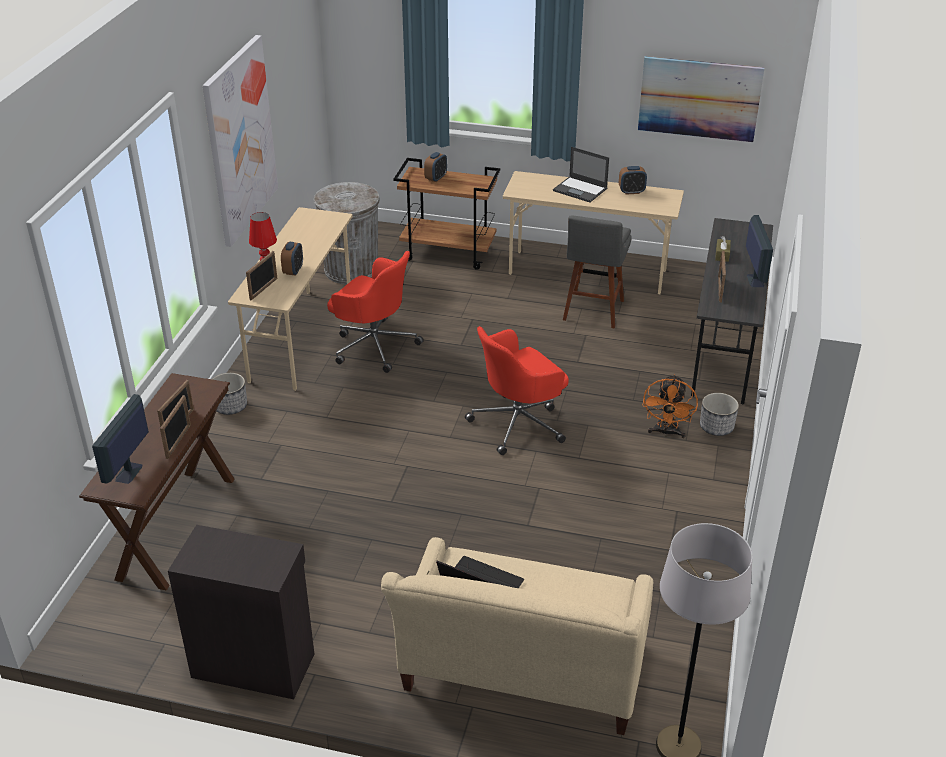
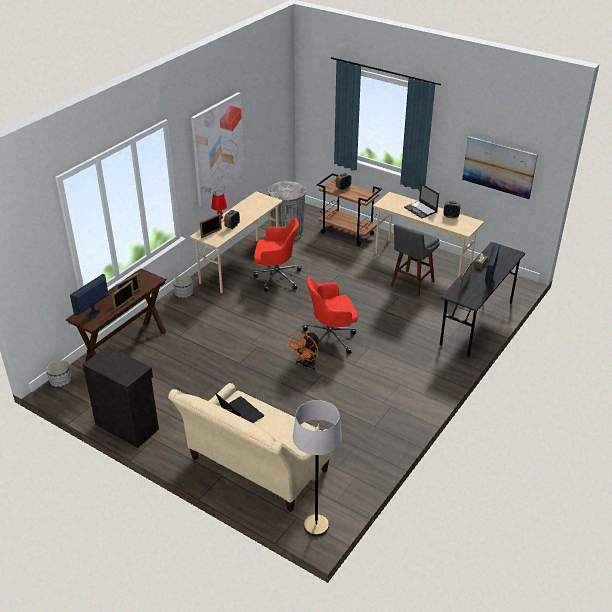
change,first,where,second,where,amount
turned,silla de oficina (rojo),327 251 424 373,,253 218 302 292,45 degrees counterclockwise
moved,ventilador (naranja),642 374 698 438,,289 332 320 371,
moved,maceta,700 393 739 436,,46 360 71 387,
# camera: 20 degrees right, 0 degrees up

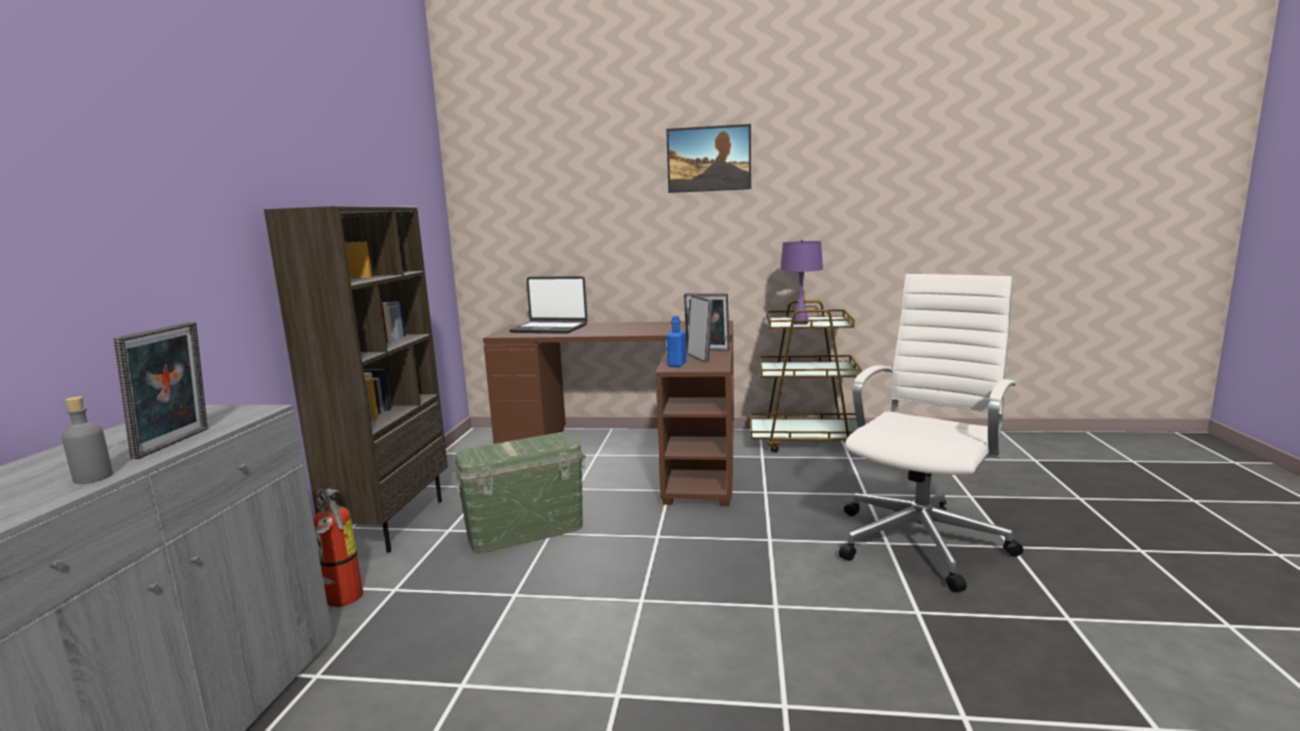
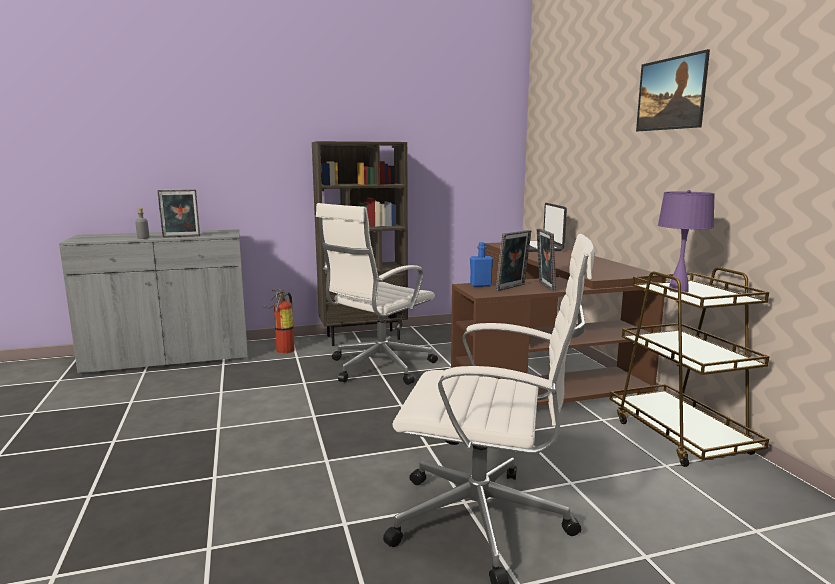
change,first,where,second,where,amount
replaced,caja de almacenaje (verde),452 432 586 553,silla de oficina (blanco),316 203 438 385,
# camera: 65 degrees right, 0 degrees up

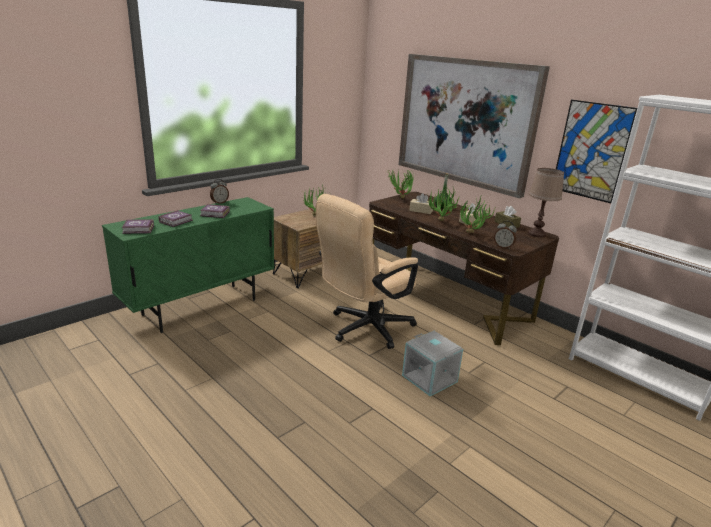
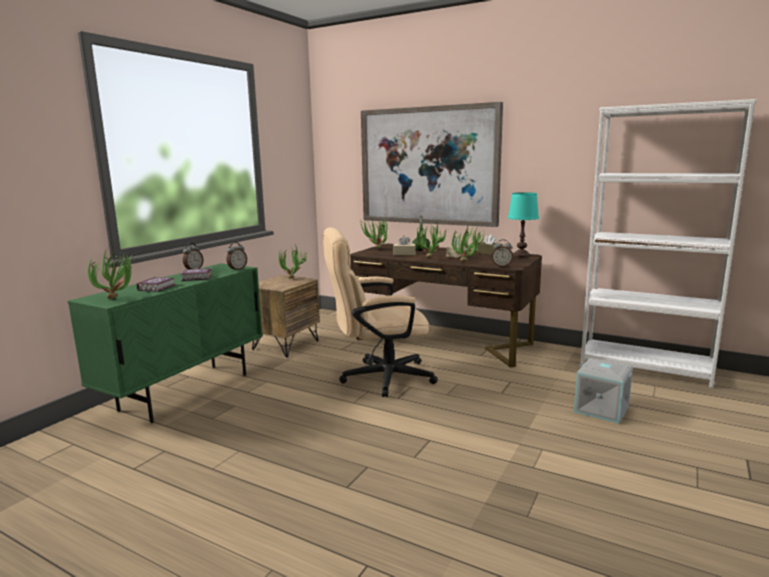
change,first,where,second,where,amount
removed,cuadro,556 100 637 203,,,
recoloured,lámpara de mesa (marrón),528 168 564 237,lámpara de mesa (turquesa),508 192 539 257,
turned,silla de oficina (beis),316 194 418 349,,323 227 438 397,45 degrees clockwise
replaced,libro,122 219 154 234,planta en maceta,87 248 134 299,
moved,caja de almacenaje (gris),402 331 463 396,,574 358 633 424,
added,,,despertador,227 242 247 271,
# camera: 15 degrees left, 10 degrees down

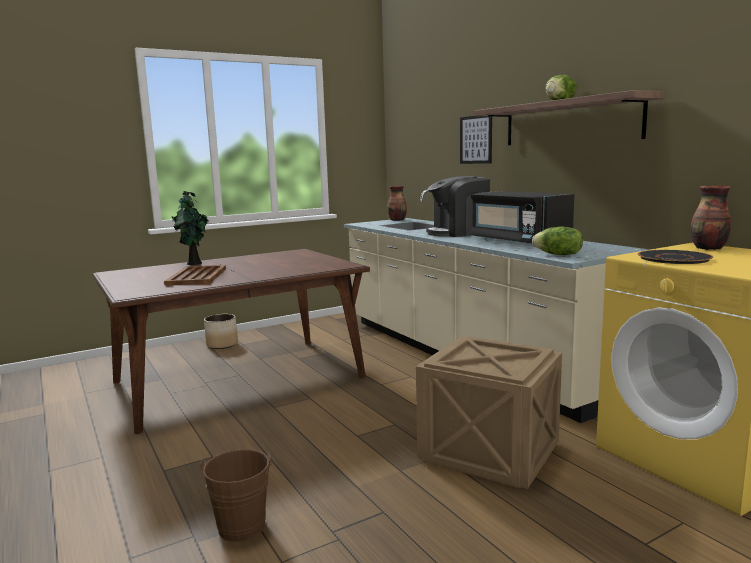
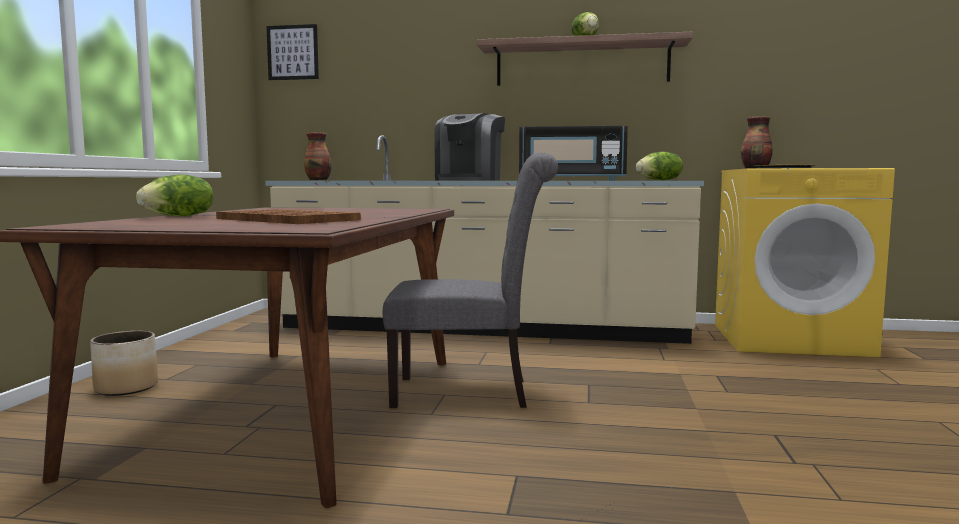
change,first,where,second,where,amount
moved,cuadro,460 116 492 164,,266 24 319 80,
replaced,planta en maceta,171 191 209 265,lechuga,136 175 213 217,
removed,caja de embalaje,416 336 562 489,,,
removed,cubo (marrón),200 449 272 542,,,
added,,,silla (gris),383 153 558 408,
# camera: 50 degrees left, 5 degrees down

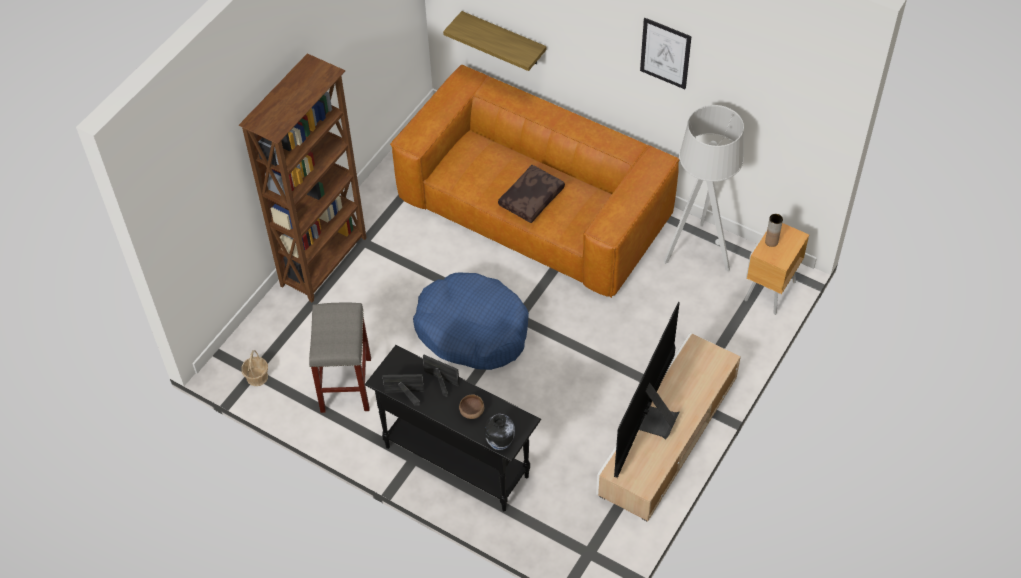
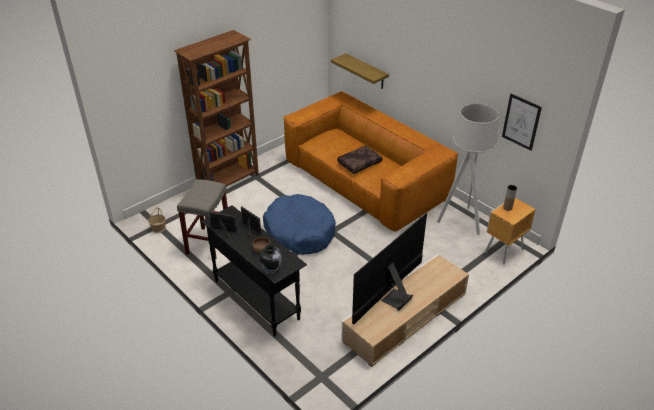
change,first,where,second,where,amount
moved,cuadro,640 18 692 89,,502 94 542 151,
# camera: 15 degrees right, 15 degrees down

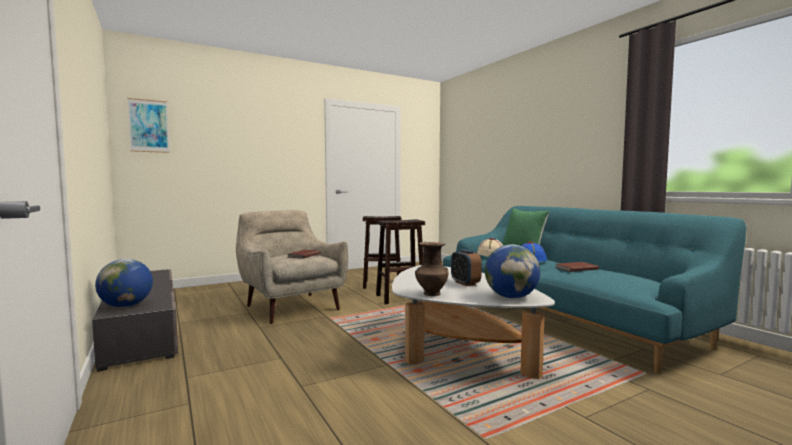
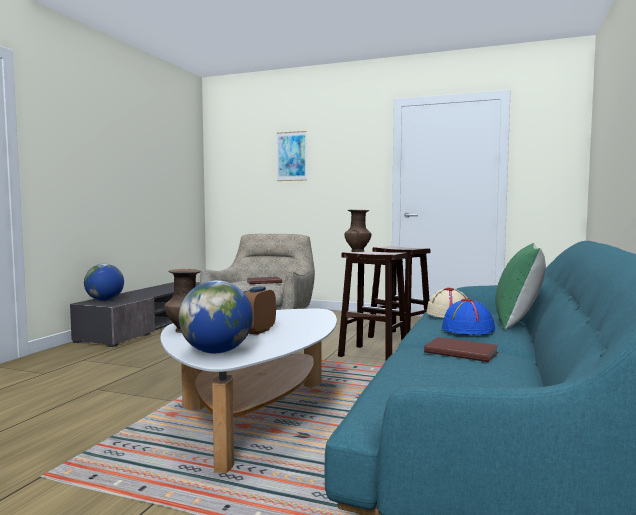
change,first,where,second,where,amount
moved,cuadro,127 98 170 153,,277 131 307 181,
added,,,florero (marrón),344 210 371 252,
# camera: 50 degrees right, 0 degrees up

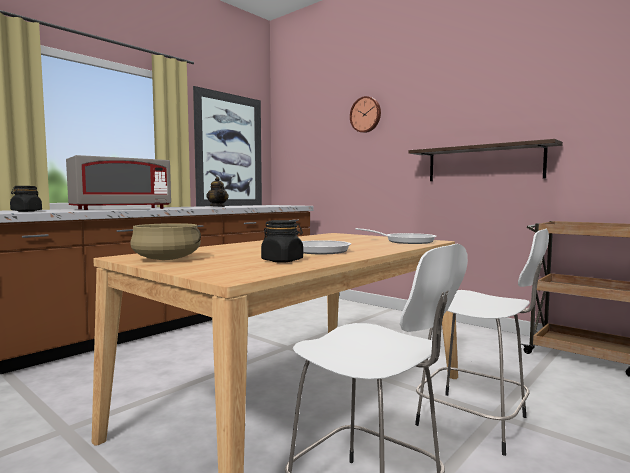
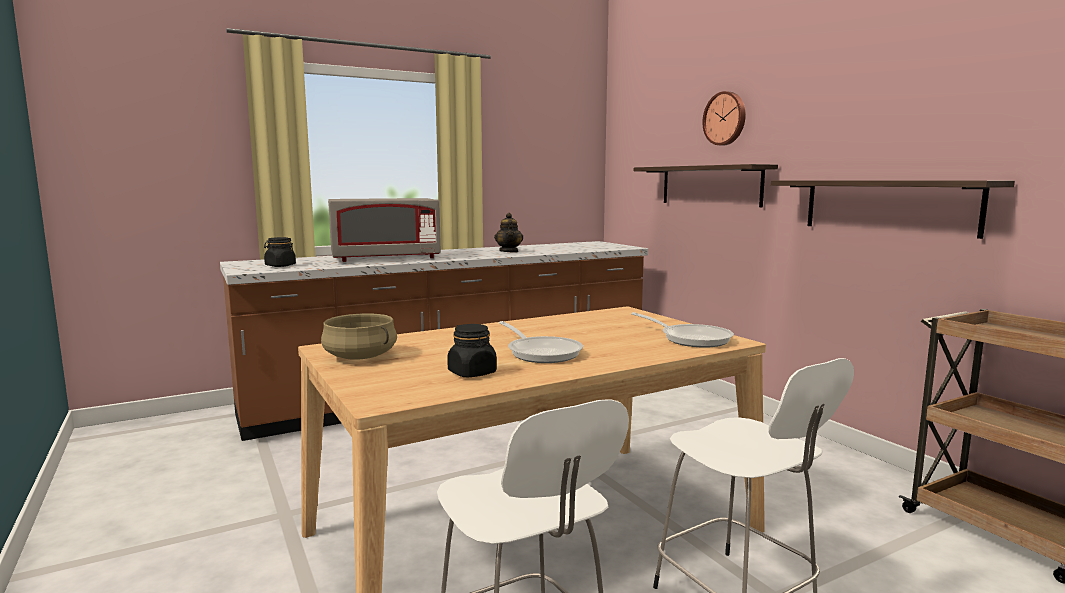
change,first,where,second,where,amount
removed,cuadro,193 86 262 207,,,
added,,,estante,634 164 778 207,
# camera: 20 degrees right, 5 degrees up

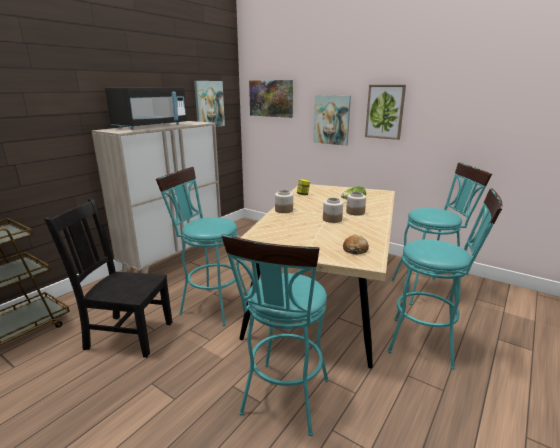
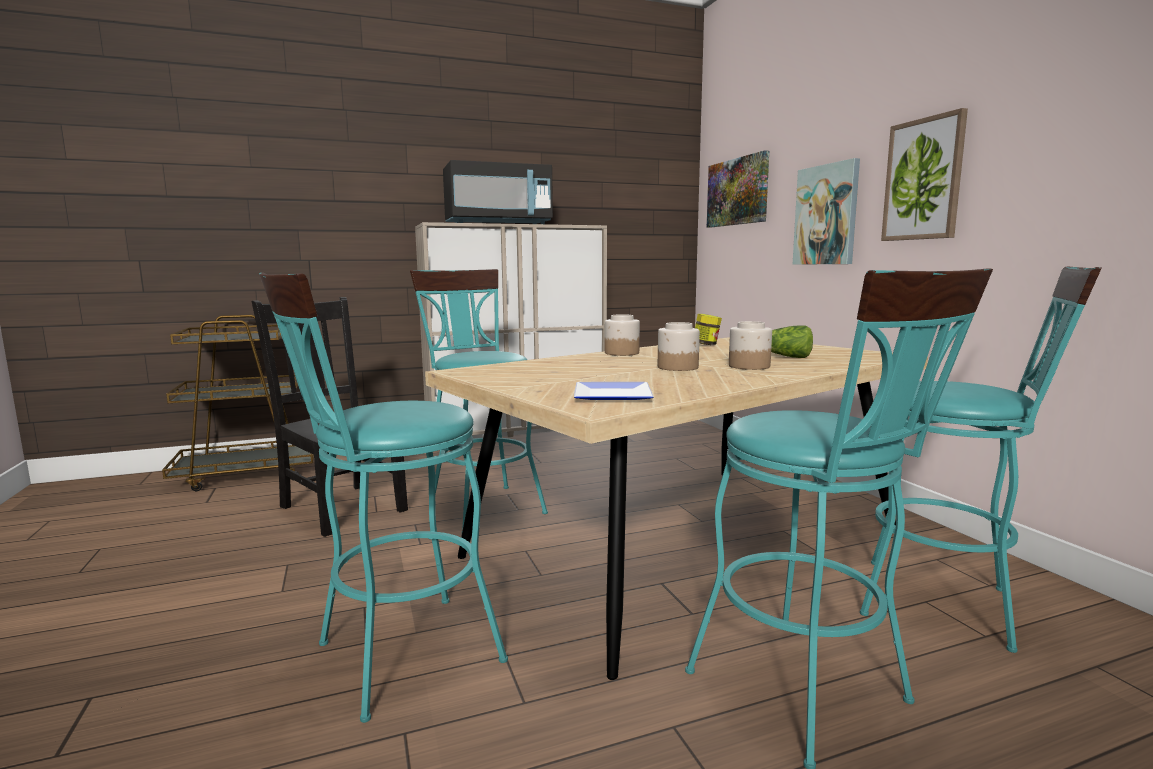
change,first,where,second,where,amount
removed,cuadro,194 81 225 127,,,
replaced,pan,343 235 369 255,plato,574 382 654 400,
# camera: 35 degrees right, 10 degrees down

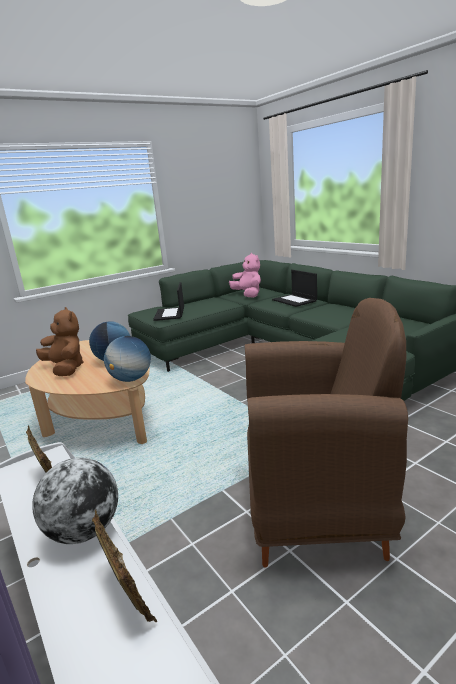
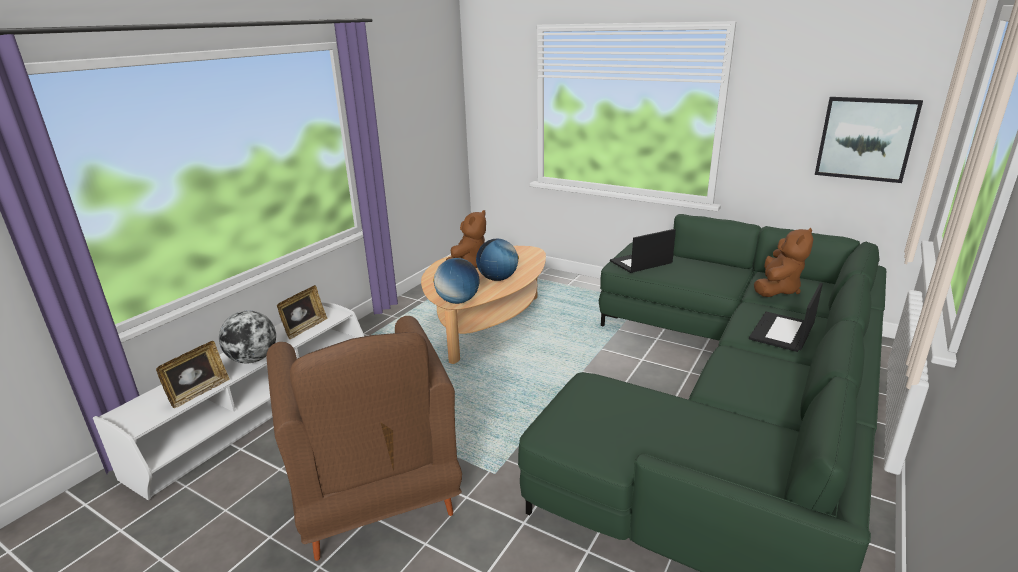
change,first,where,second,where,amount
recoloured,peluche (rosa),229 253 261 298,peluche (marrón),754 228 813 297,
added,,,cuadro,815 97 923 183,
# camera: 65 degrees right, 5 degrees up

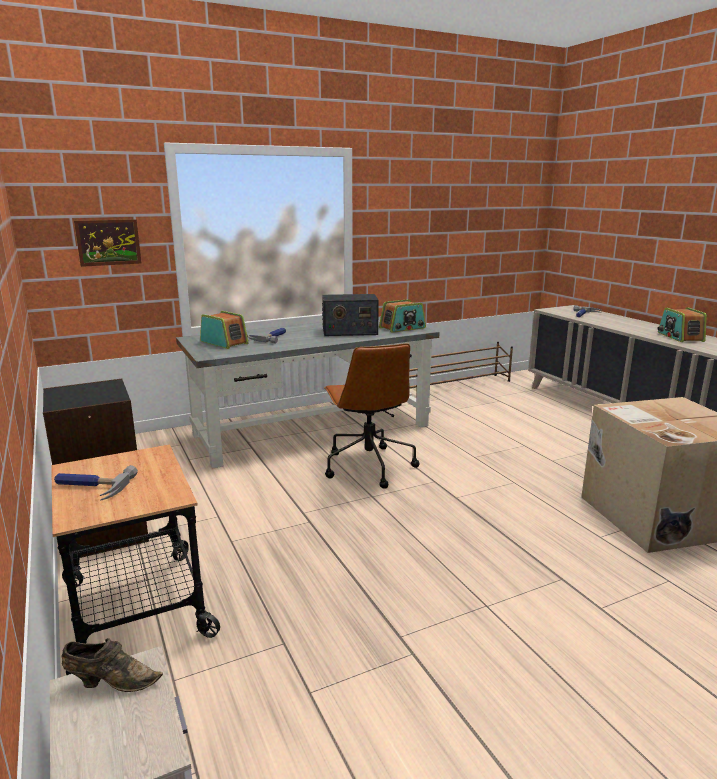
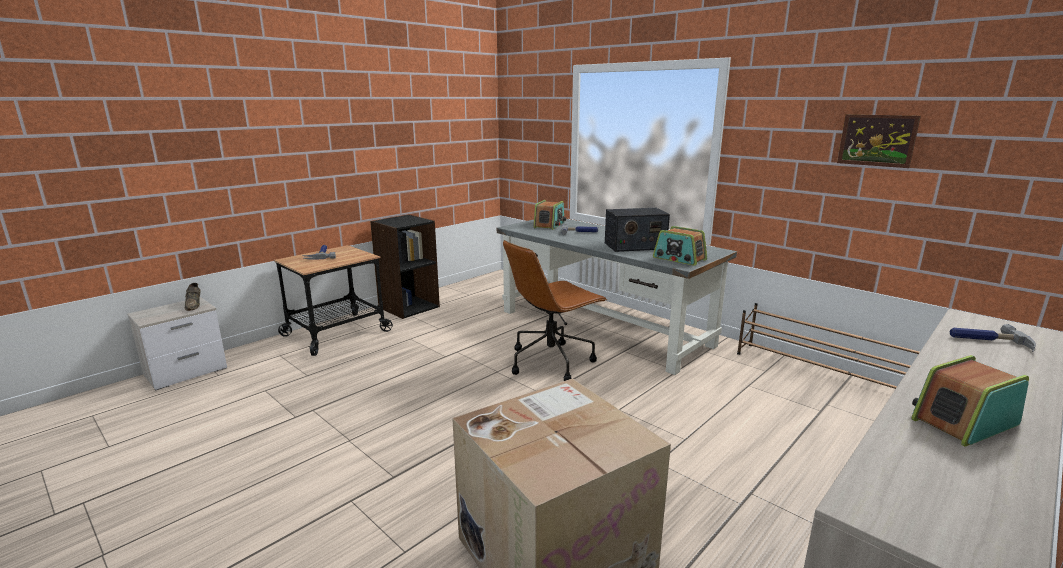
change,first,where,second,where,amount
moved,cuadro,74 219 142 267,,837 114 921 168,
turned,radio,322 294 379 336,,605 208 670 252,75 degrees counterclockwise
# camera: 70 degrees right, 0 degrees up

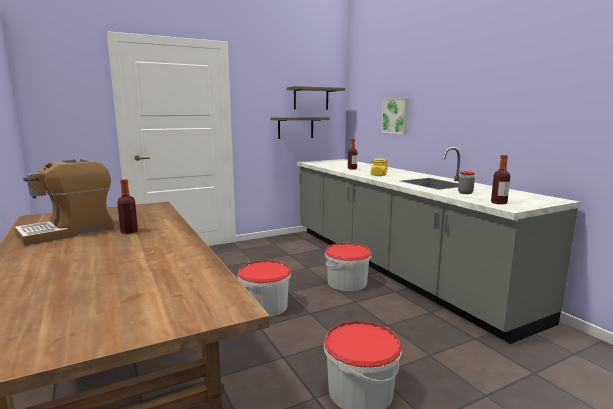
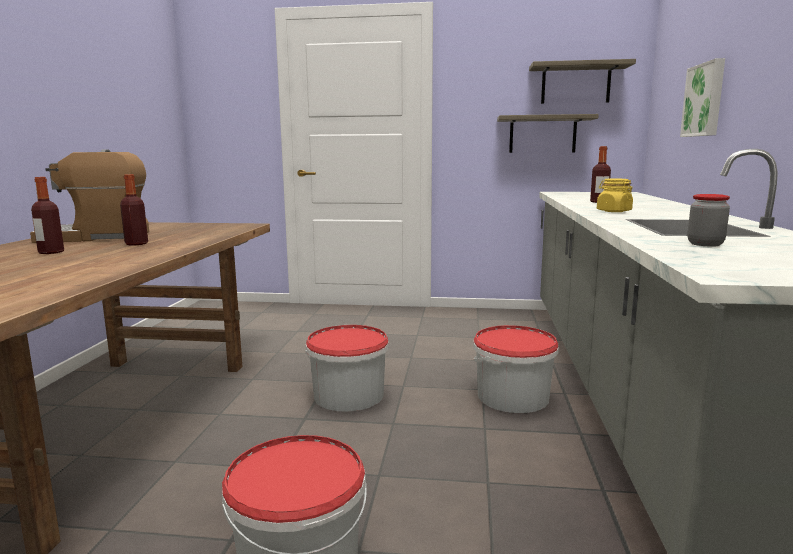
change,first,where,second,where,amount
moved,botella,491 155 510 204,,31 177 64 254,
# camera: 35 degrees right, 0 degrees up

